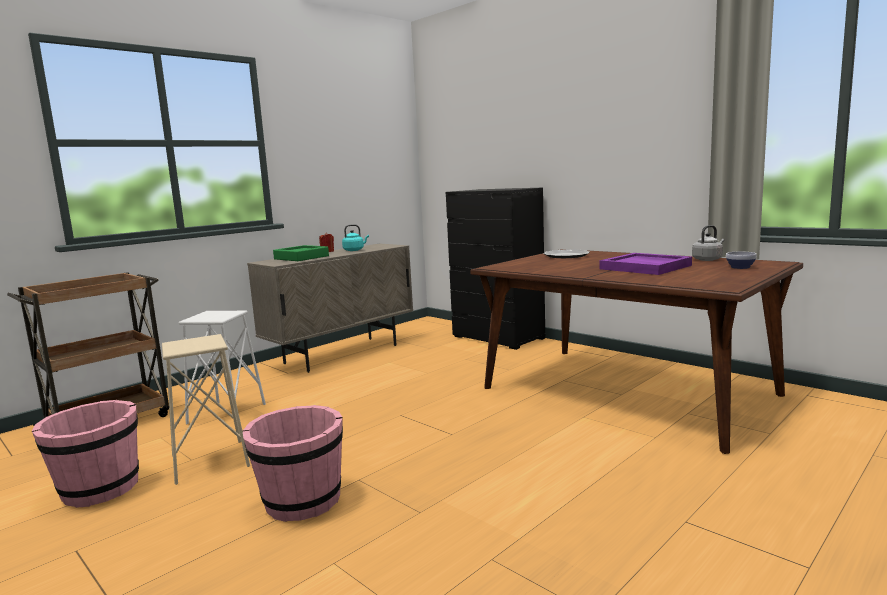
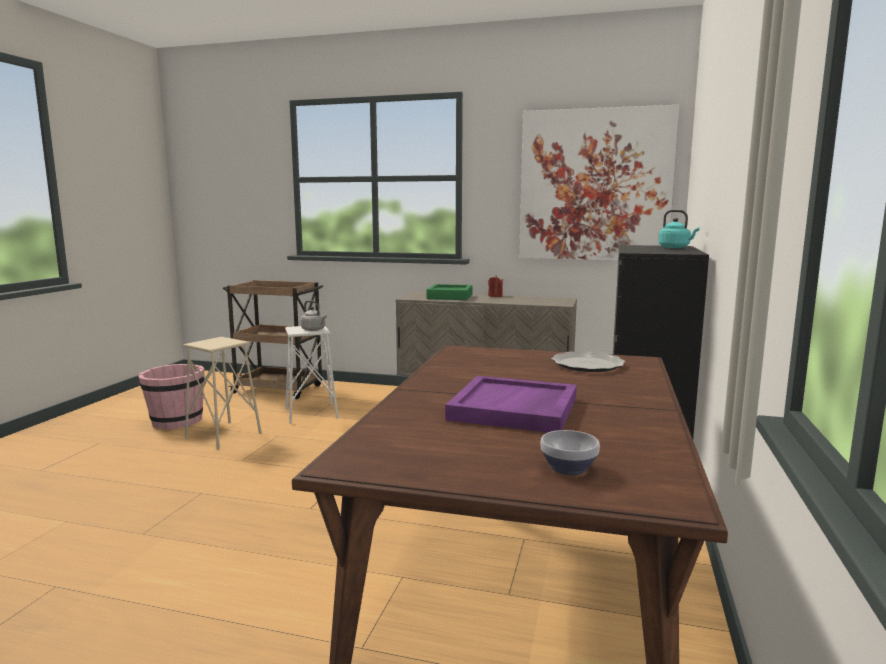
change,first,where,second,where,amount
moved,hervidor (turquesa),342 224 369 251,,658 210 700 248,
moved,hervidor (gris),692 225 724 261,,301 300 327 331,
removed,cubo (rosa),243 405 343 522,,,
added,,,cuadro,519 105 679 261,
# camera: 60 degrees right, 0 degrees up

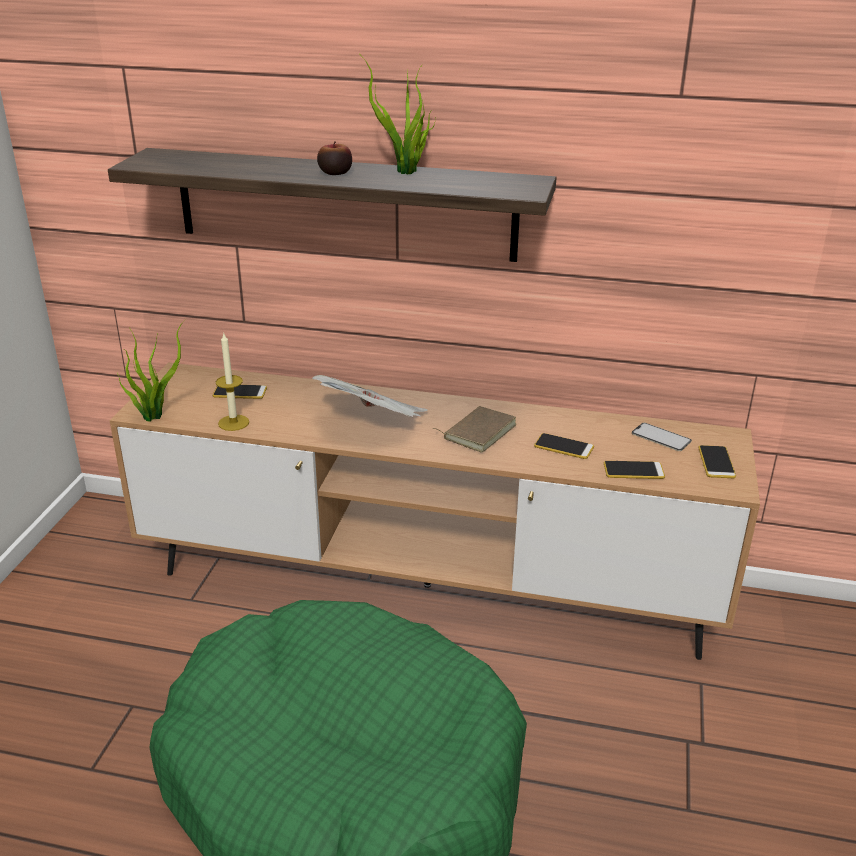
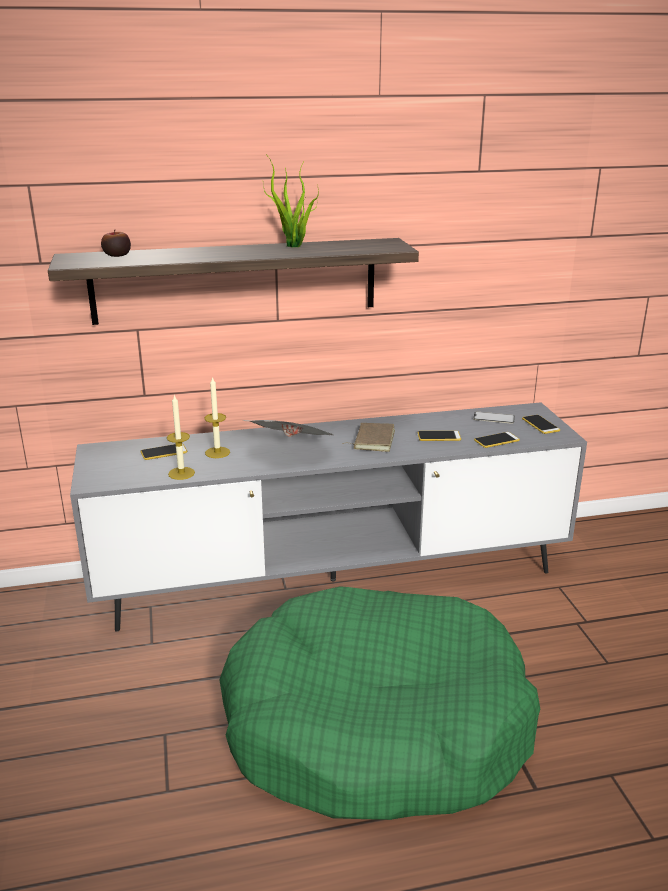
change,first,where,second,where,amount
moved,manzana,317 141 352 175,,101 229 131 257,
removed,planta en maceta,117 319 186 422,,,
recoloured,mueble de televisión (marrón),109 362 760 660,mueble de televisión (gris),70 402 587 632,
added,,,vela,204 376 230 458,
# camera: 25 degrees left, 5 degrees down

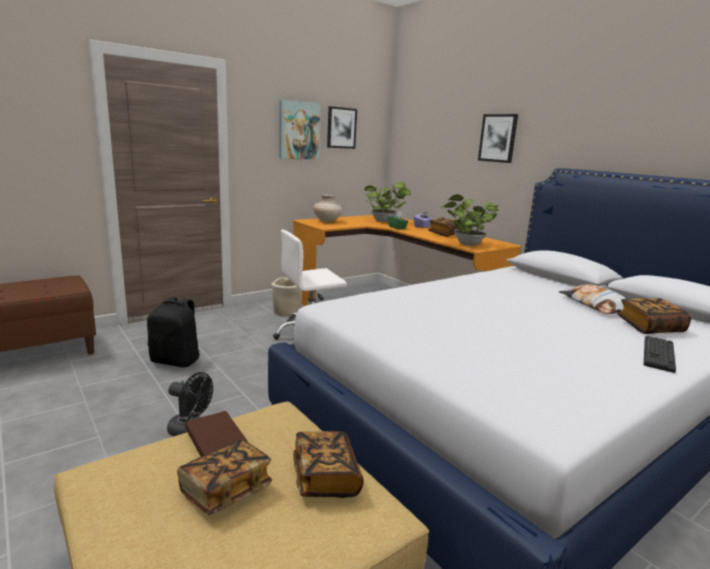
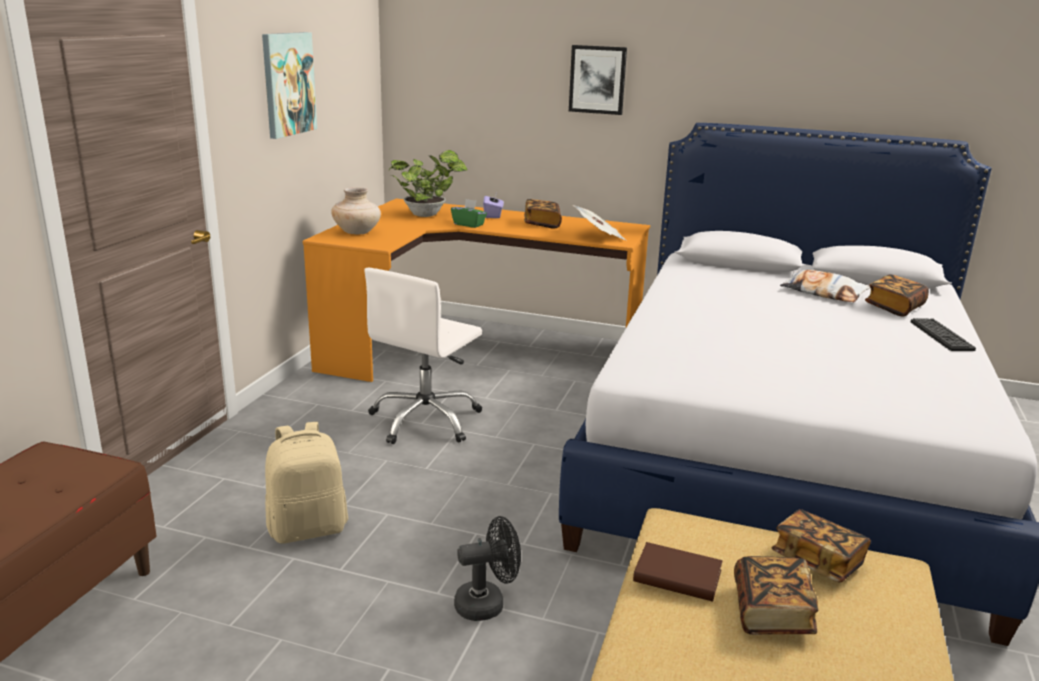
change,first,where,second,where,amount
removed,cuadro,327 106 357 149,,,
replaced,planta en maceta,441 194 499 246,periódico,573 205 626 240,
removed,maceta (beis),271 277 302 316,,,
recoloured,mochila (negro),147 297 200 367,mochila (beis),265 422 348 544,
# camera: 35 degrees left, 5 degrees up

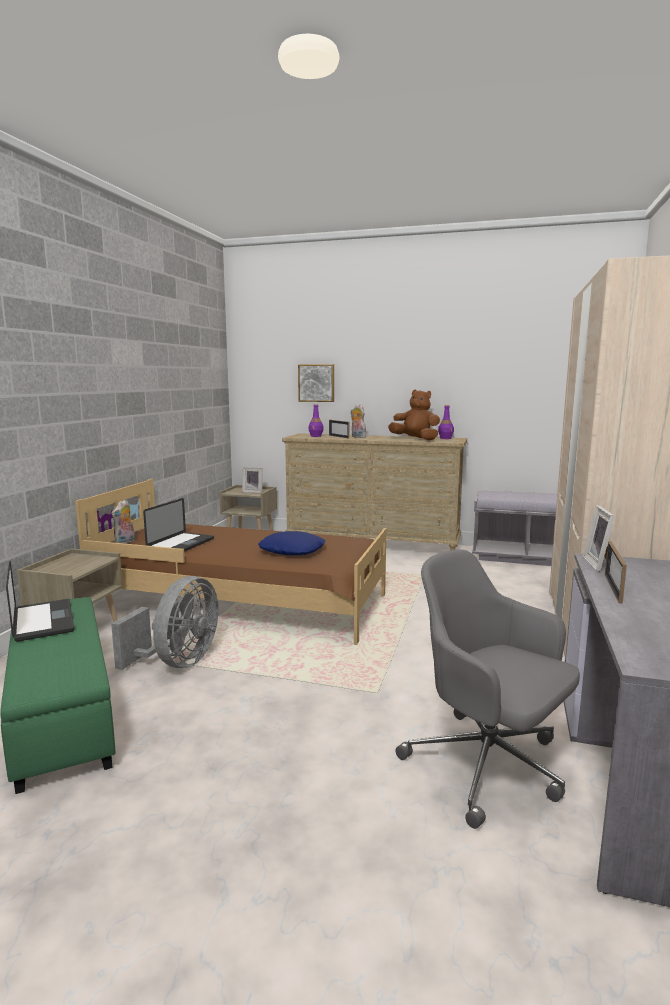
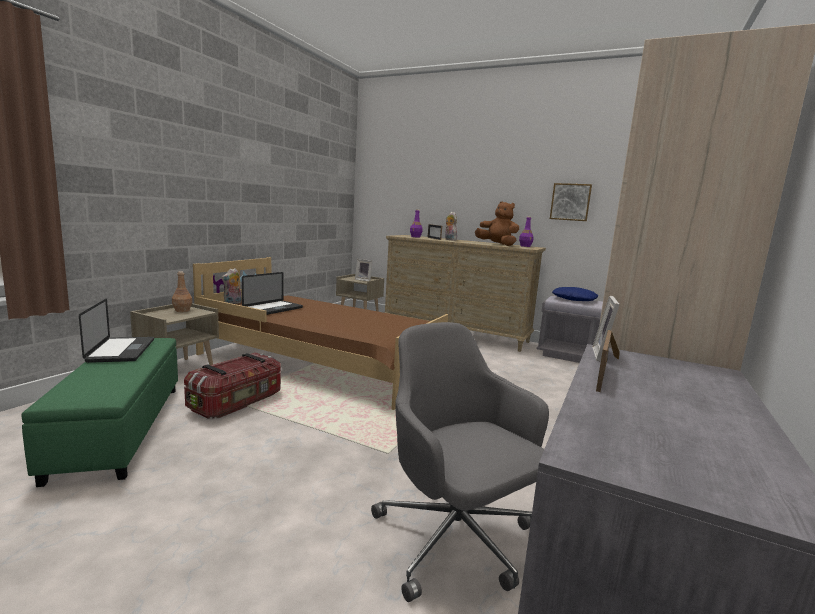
change,first,where,second,where,amount
moved,cuadro,298 364 334 402,,550 183 592 221,
moved,cojín (azul),258 531 325 555,,552 287 598 301,
replaced,ventilador (gris),111 576 218 670,caja de almacenaje,184 352 281 419,
added,,,botella (marrón),172 271 192 312,
# camera: 10 degrees right, 0 degrees up

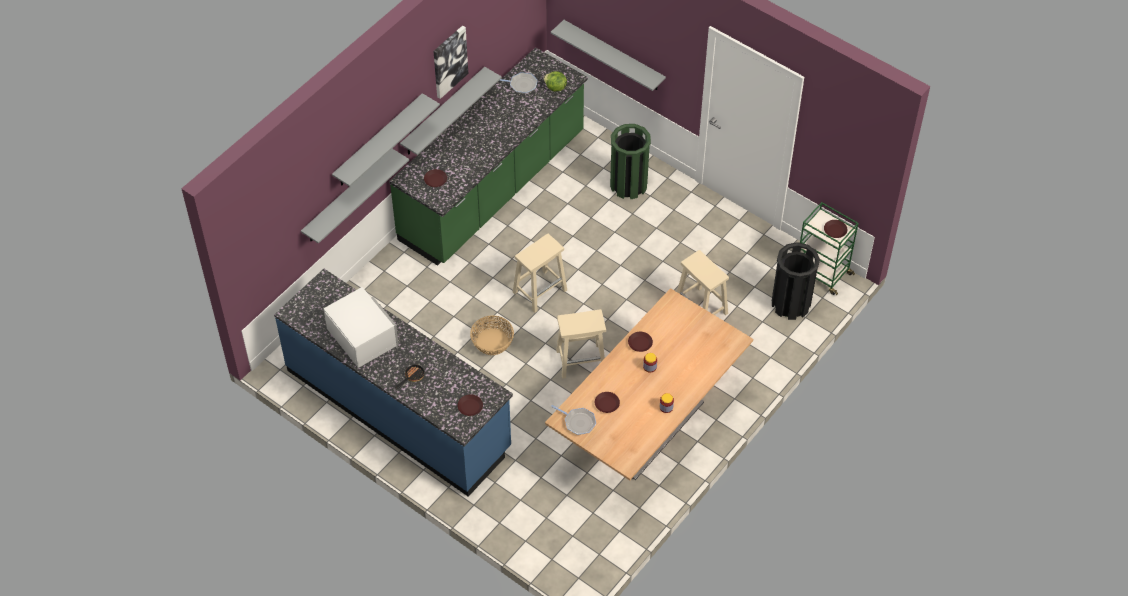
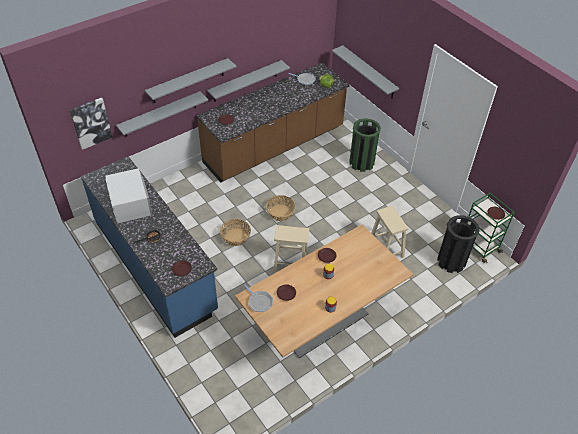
change,first,where,second,where,amount
moved,cuadro,433 25 468 99,,70 98 112 150,
recoloured,mueble bajo de cocina (verde),389 47 588 266,mueble bajo de cocina (marrón),196 63 349 182,
replaced,taburete (beis),513 233 567 313,cesta,266 195 296 221,
# camera: 15 degrees right, 5 degrees down

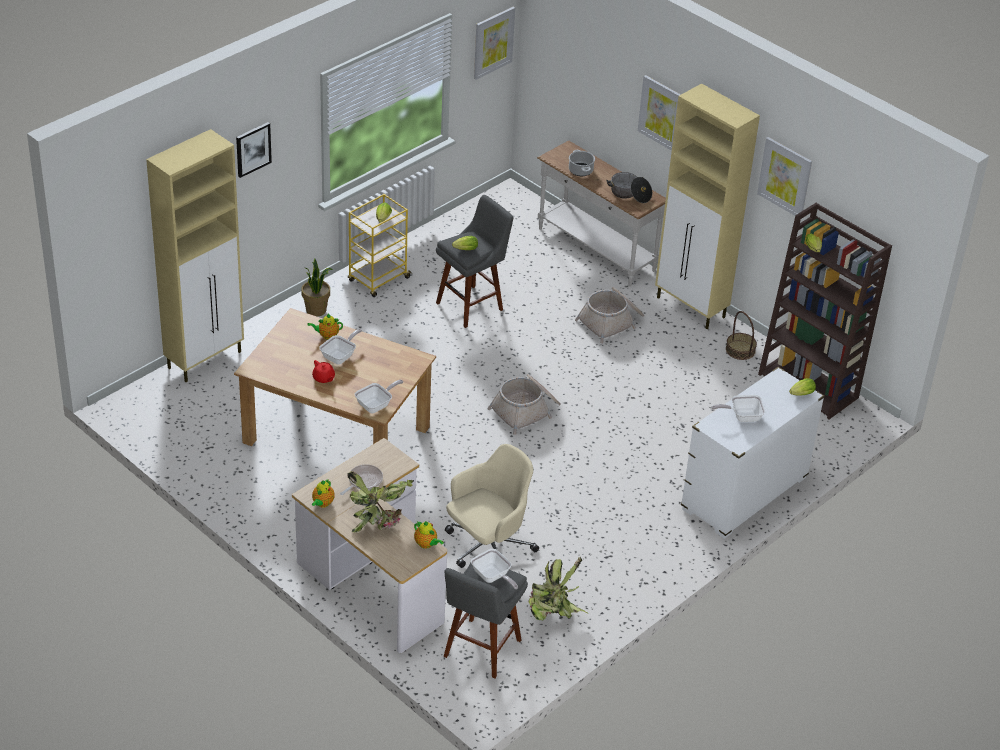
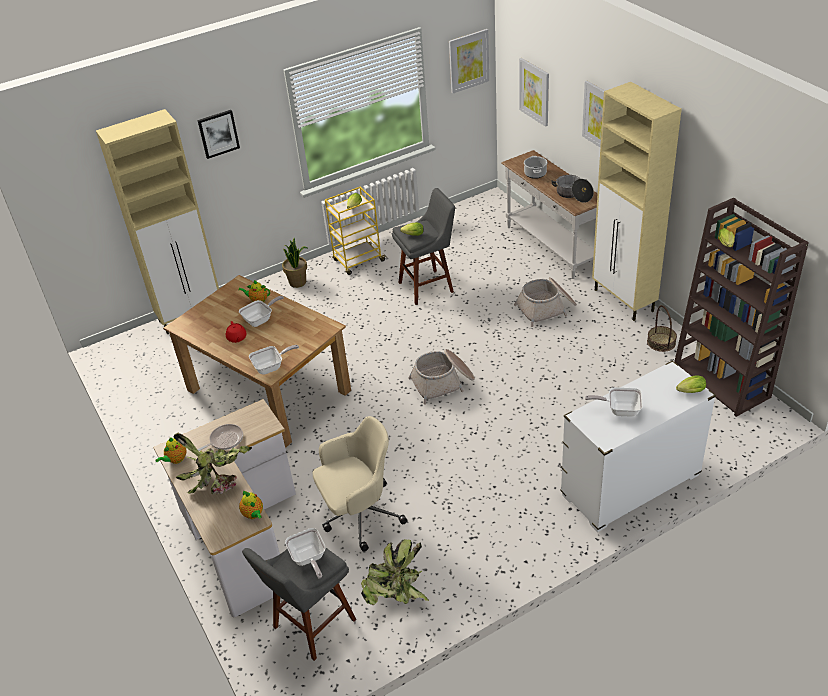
change,first,where,second,where,amount
moved,cuadro,757 137 812 215,,519 58 549 127,
# camera: 20 degrees right, 0 degrees up

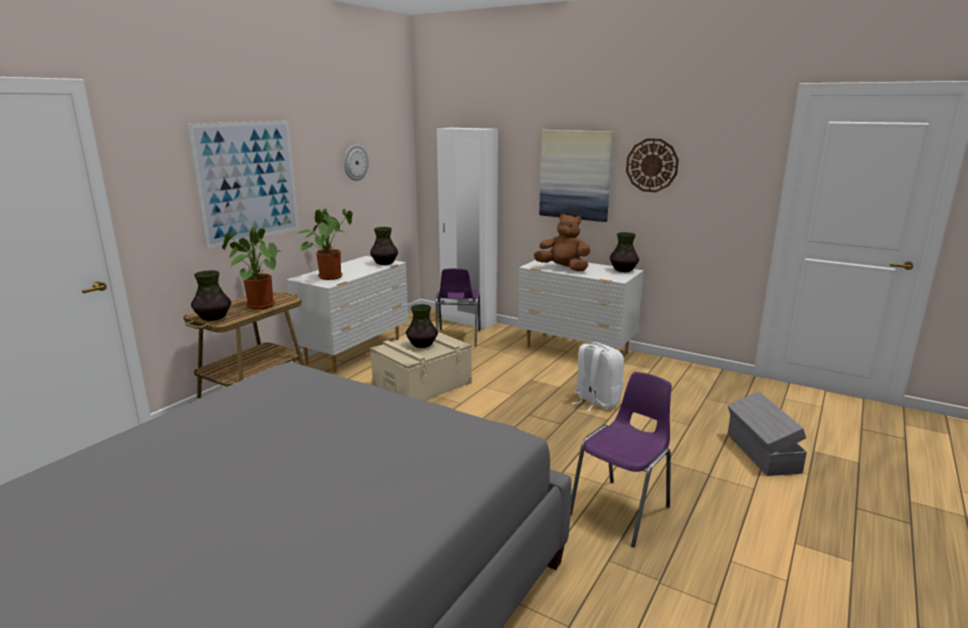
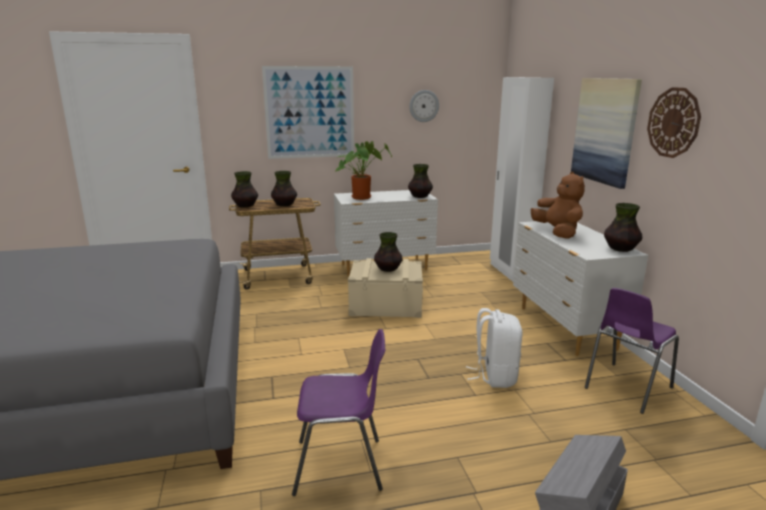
change,first,where,second,where,amount
replaced,planta en maceta,222 227 282 309,florero,271 171 297 207,
moved,silla (morado),436 268 481 346,,585 288 679 414,
# camera: 45 degrees right, 0 degrees up

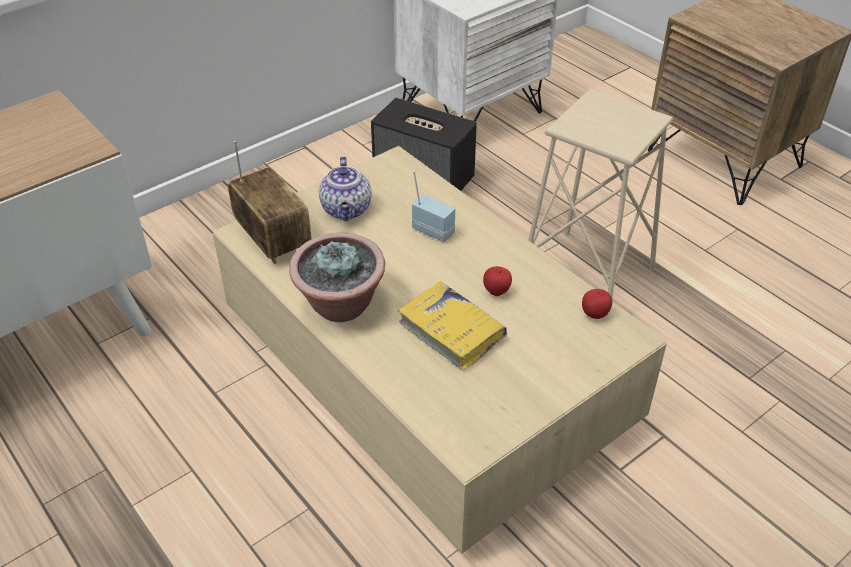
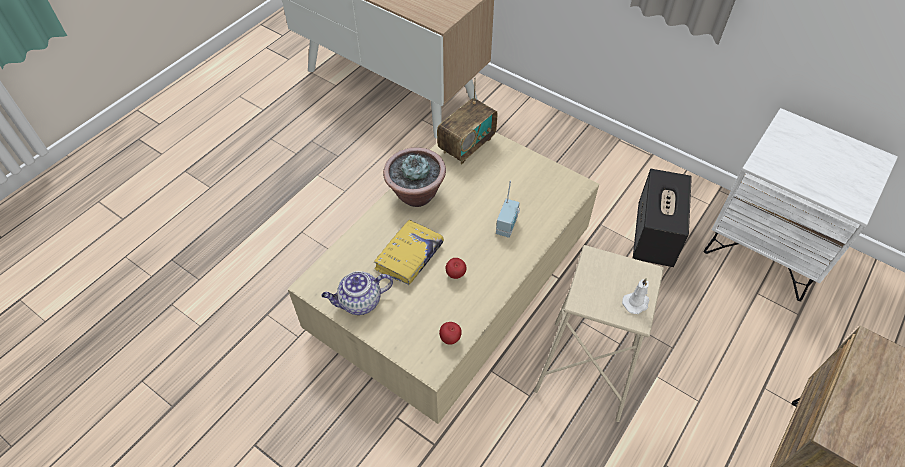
change,first,where,second,where,amount
moved,tetera,319 156 372 221,,321 271 393 315,
added,,,vela (blanco),622 278 650 314,
# camera: 75 degrees right, 10 degrees up

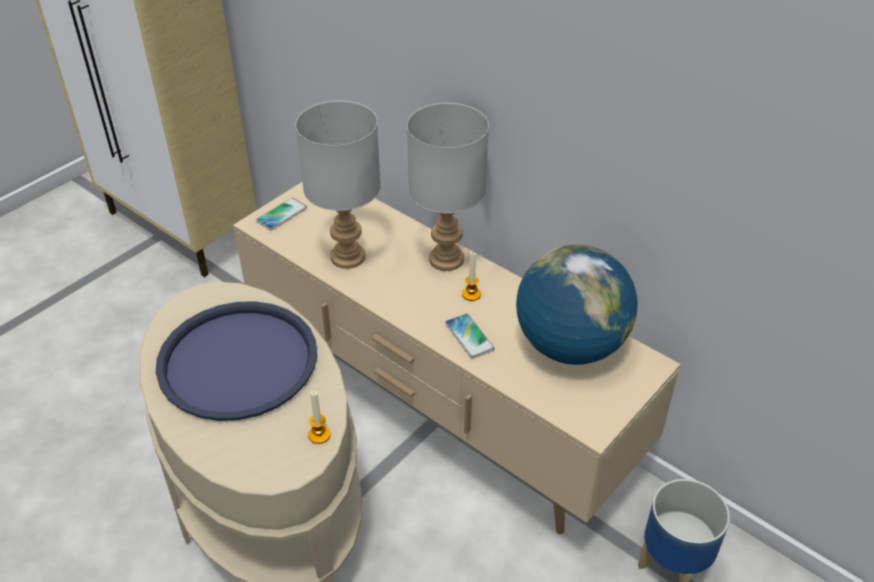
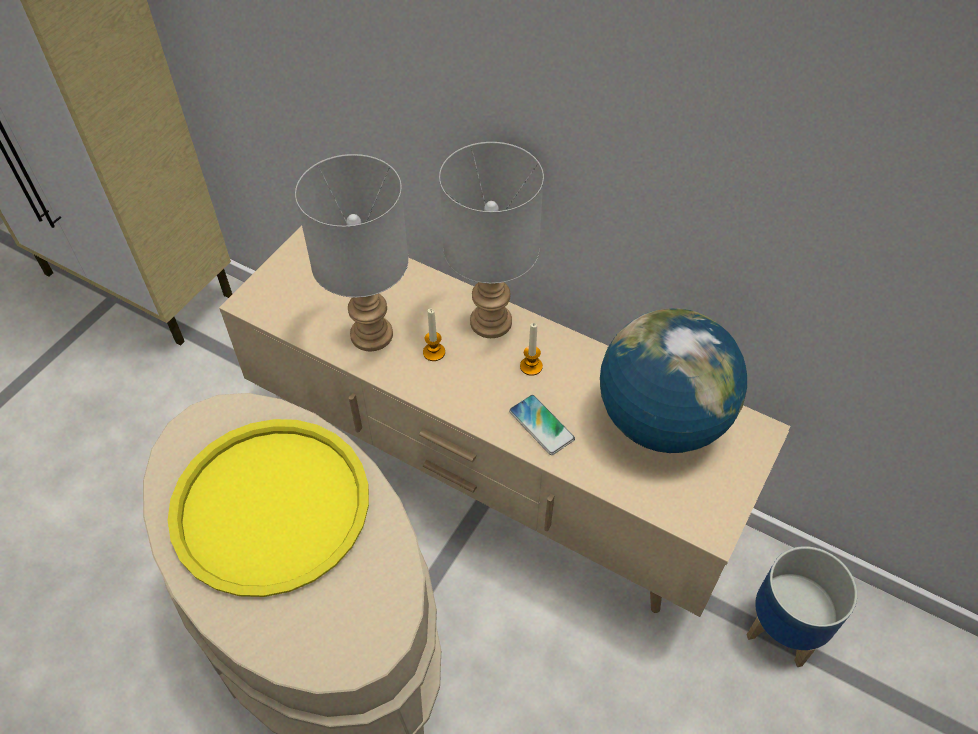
change,first,where,second,where,amount
removed,móvil,256 198 307 230,,,
recoloured,bandeja (azul),156 301 317 421,bandeja (amarillo),168 419 369 597,
moved,vela,308 391 331 444,,423 308 445 361,
# camera: 10 degrees left, 10 degrees up

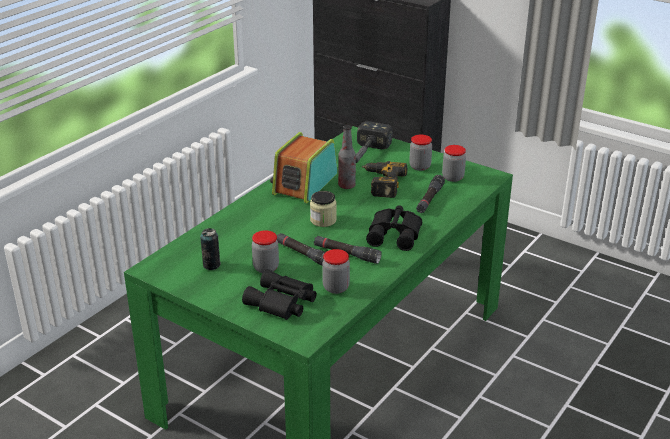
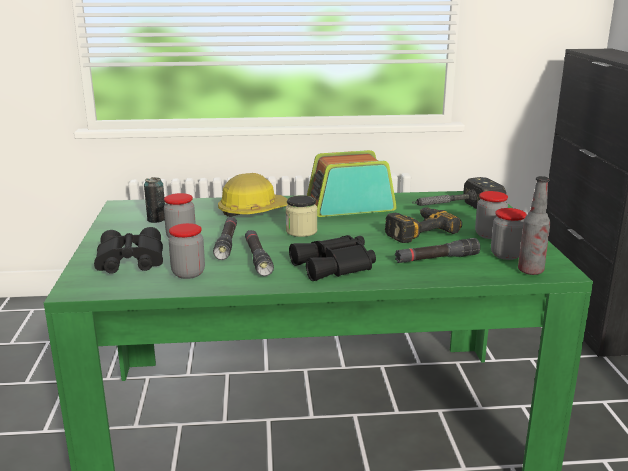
change,first,where,second,where,amount
moved,botella,338 125 356 189,,518 176 551 275,
added,,,casco,218 173 288 217,
# camera: 50 degrees right, 10 degrees down

